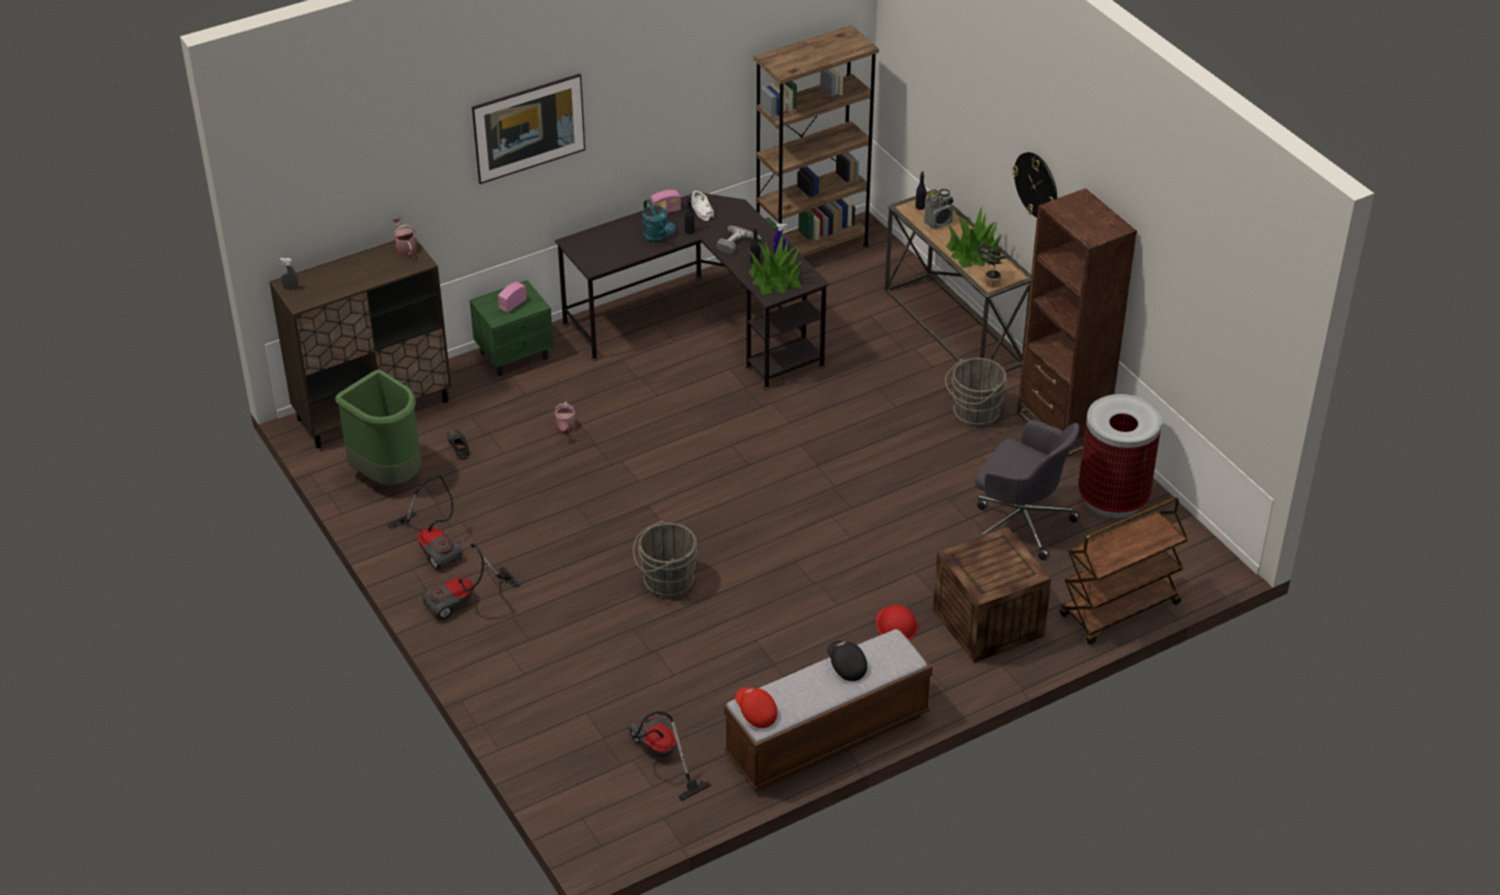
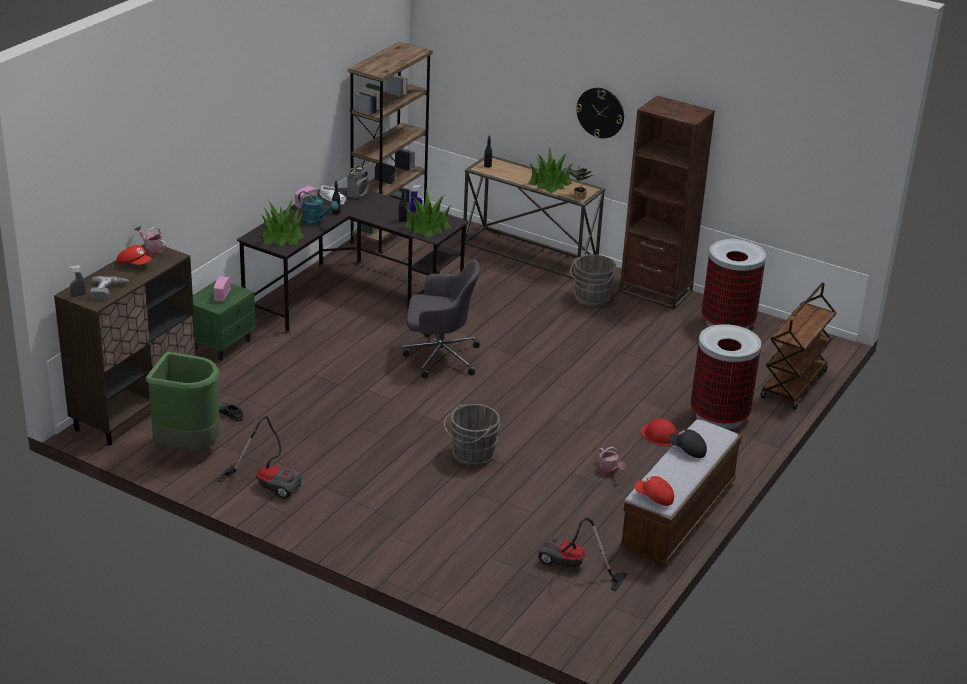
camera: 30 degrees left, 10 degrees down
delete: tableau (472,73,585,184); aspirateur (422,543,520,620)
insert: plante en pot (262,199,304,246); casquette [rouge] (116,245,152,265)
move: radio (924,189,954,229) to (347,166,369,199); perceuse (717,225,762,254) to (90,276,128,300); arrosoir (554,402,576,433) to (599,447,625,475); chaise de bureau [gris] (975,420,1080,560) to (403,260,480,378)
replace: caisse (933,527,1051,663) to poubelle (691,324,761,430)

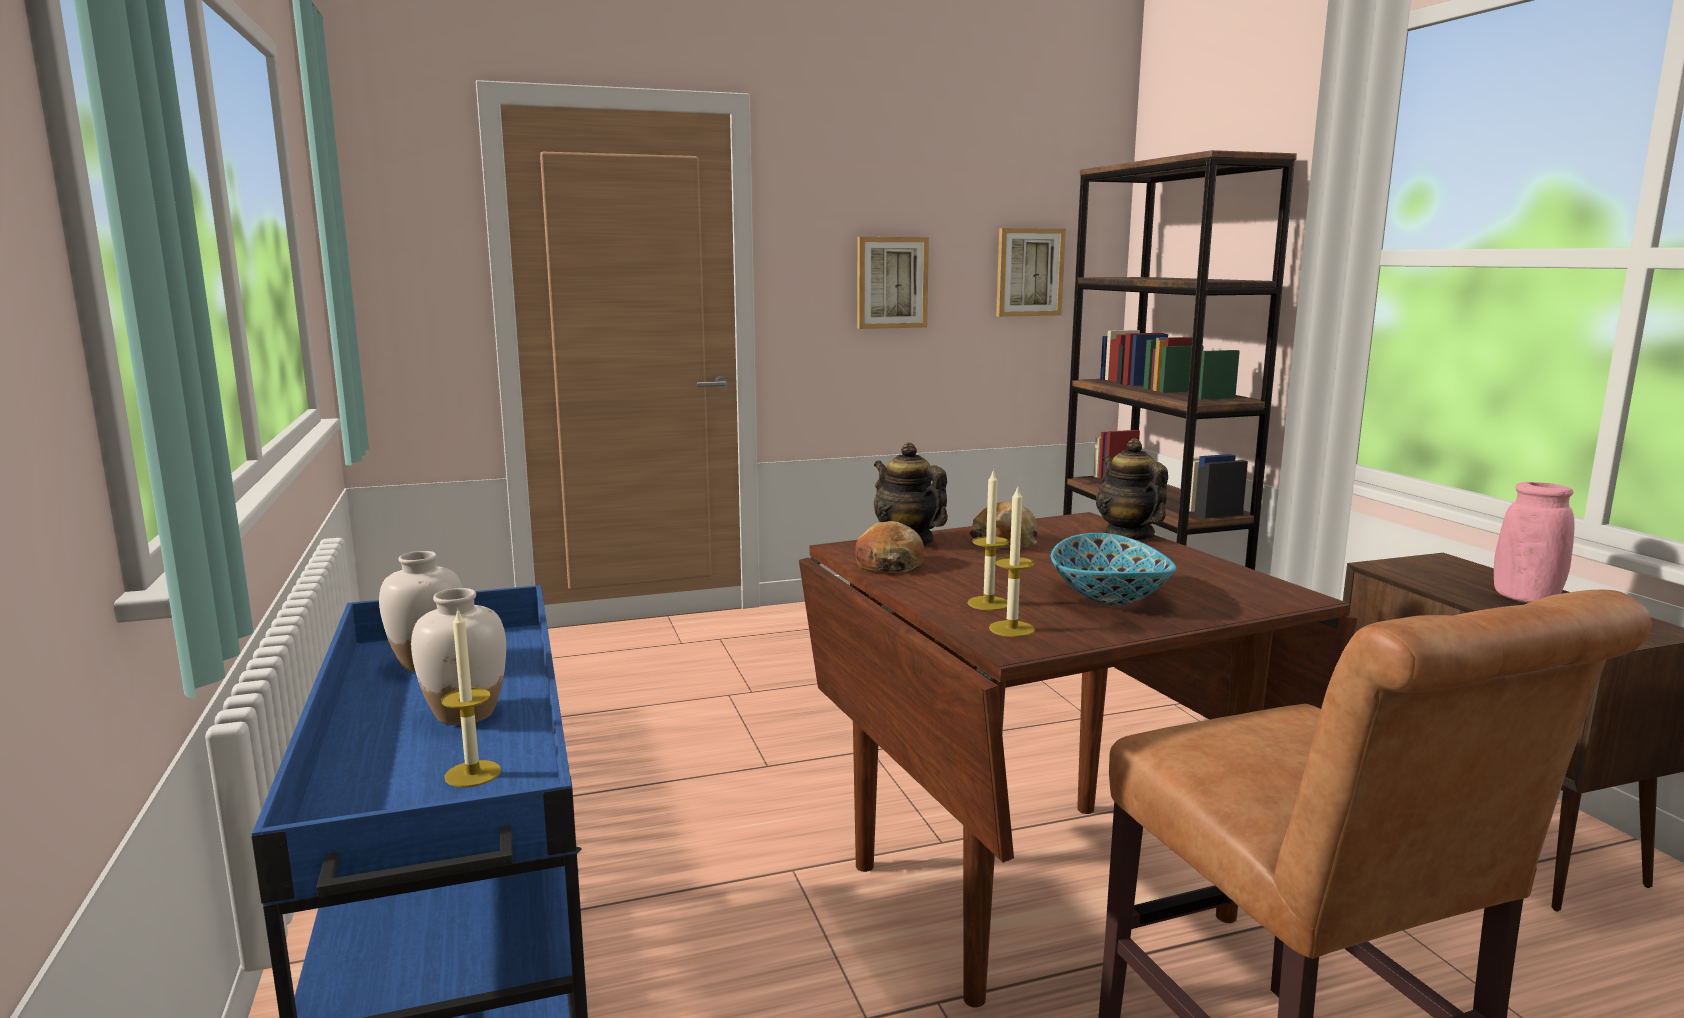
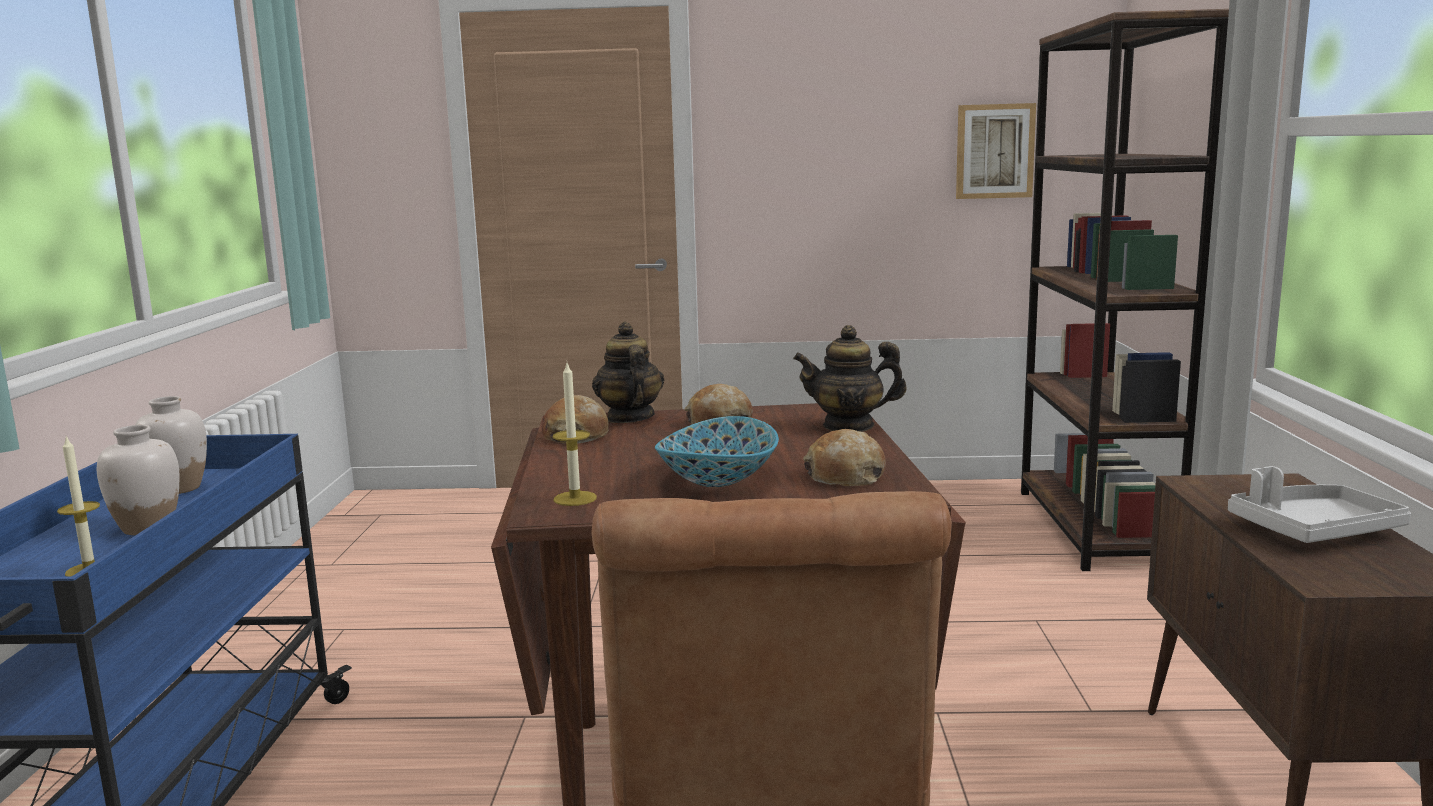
camera: 20 degrees right, 0 degrees up
delete: tableau (857,237,929,329); bougie (967,469,1009,611)
insert: pain (803,429,886,486)
replace: vase [rose] (1494,482,1575,603) to plateau [gris] (1228,466,1411,543)
rotate: théière (1096,438,1168,541) = (793,325,907,432) 90 degrees counterclockwise

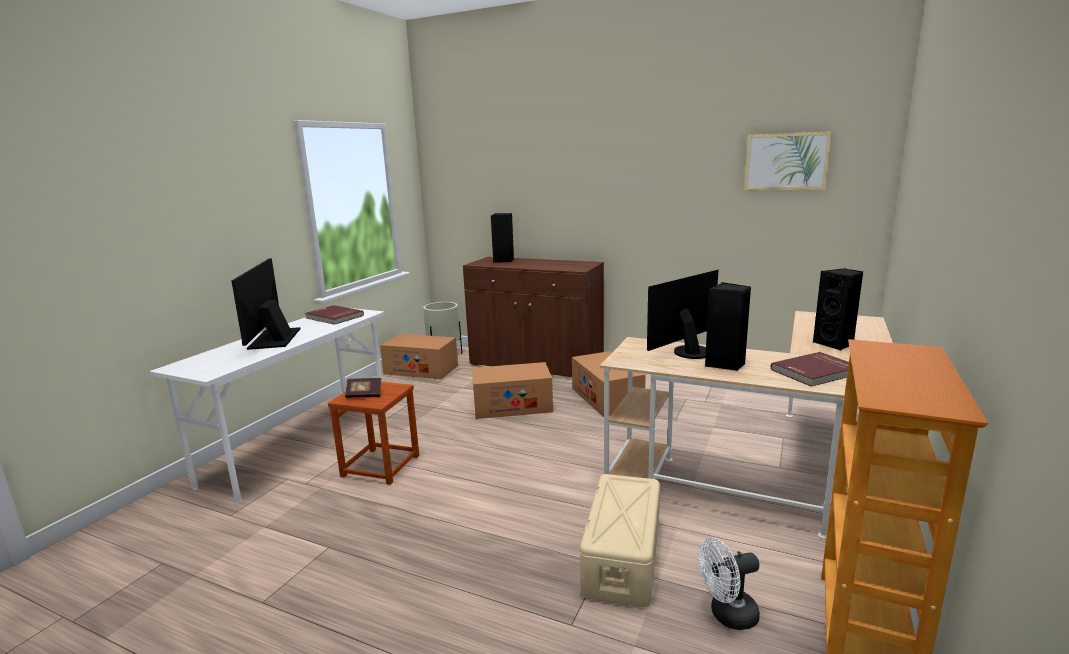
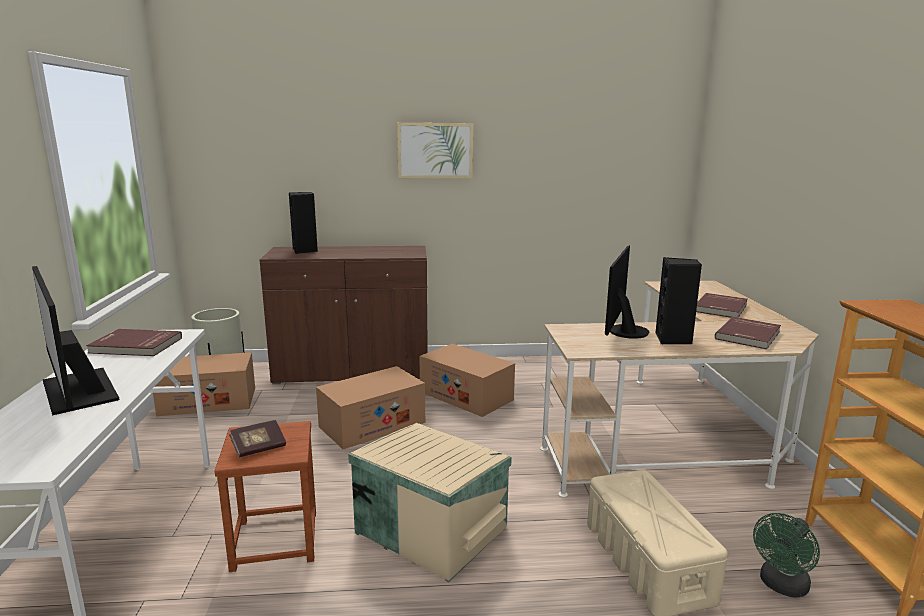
camera: 30 degrees left, 0 degrees up
insert: boîte de rangement [beige] (348,423,512,583)
move: tableau (744,131,832,190) to (397,123,473,178)
replace: enceinte [noir] (813,268,863,350) to livre [rouge] (696,293,748,318)
recolor: ventilateur [blanc] (698,538,760,630) to ventilateur [vert] (753,513,820,598)

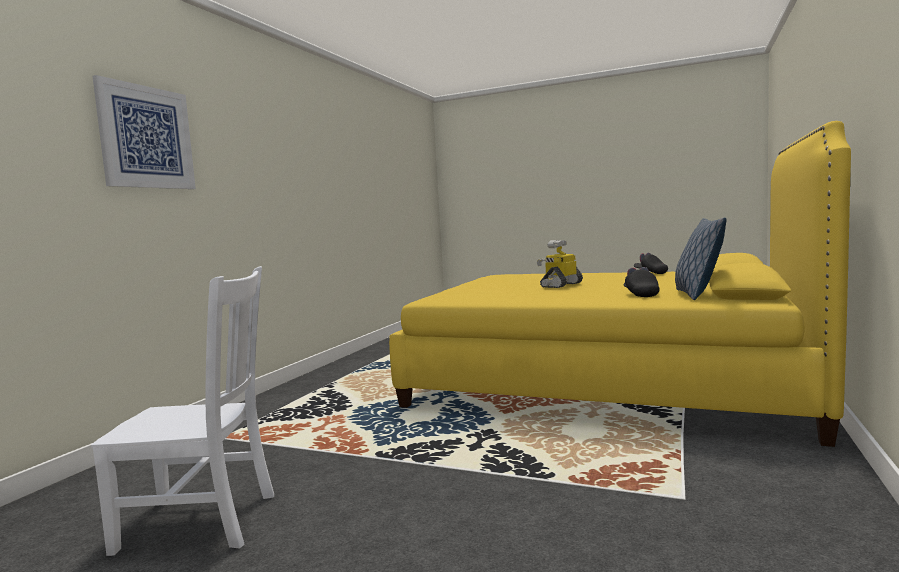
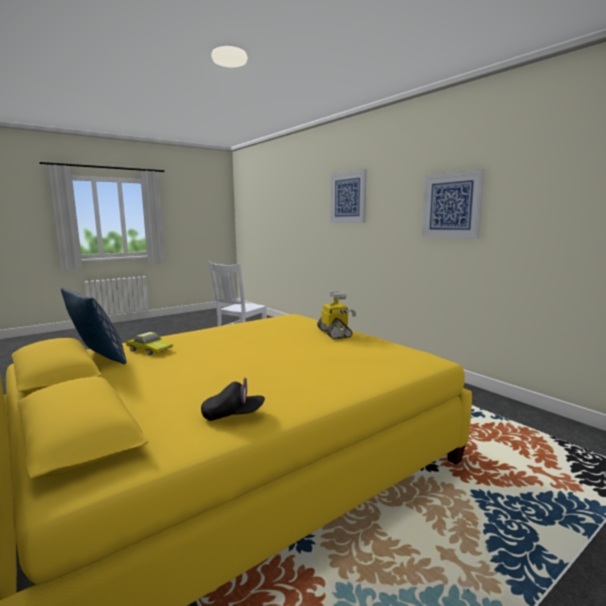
camera: 120 degrees right, 5 degrees up
insert: tableau (422,169,485,239)
move: robot jouet (537,240,583,288) to (317,291,356,339)
replace: casquette [noir] (623,267,660,297) to petite voiture (126,332,173,355)

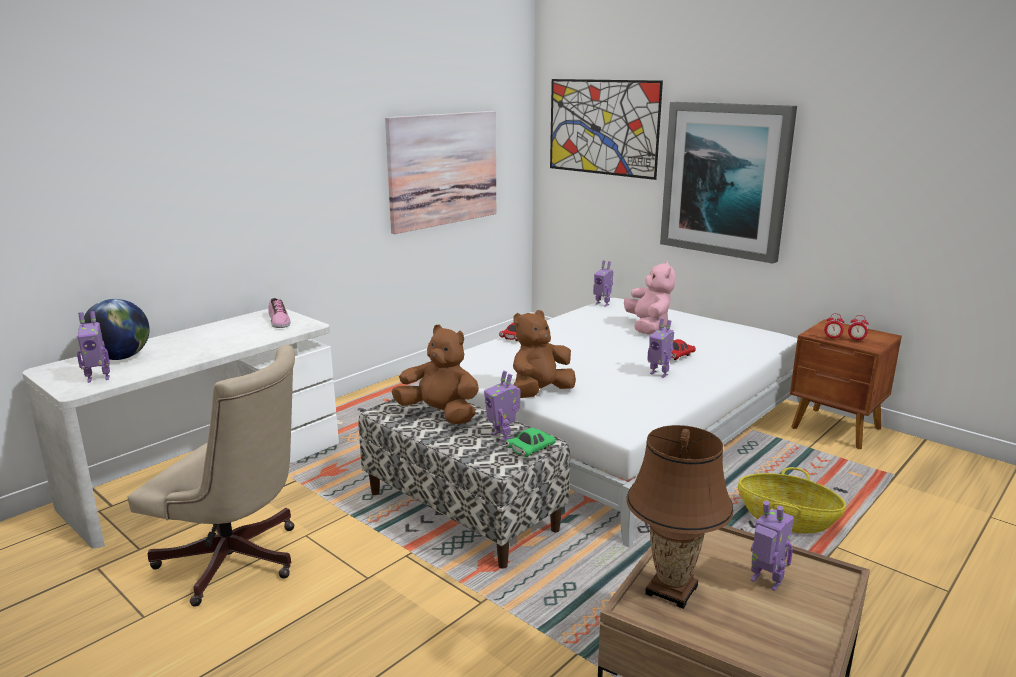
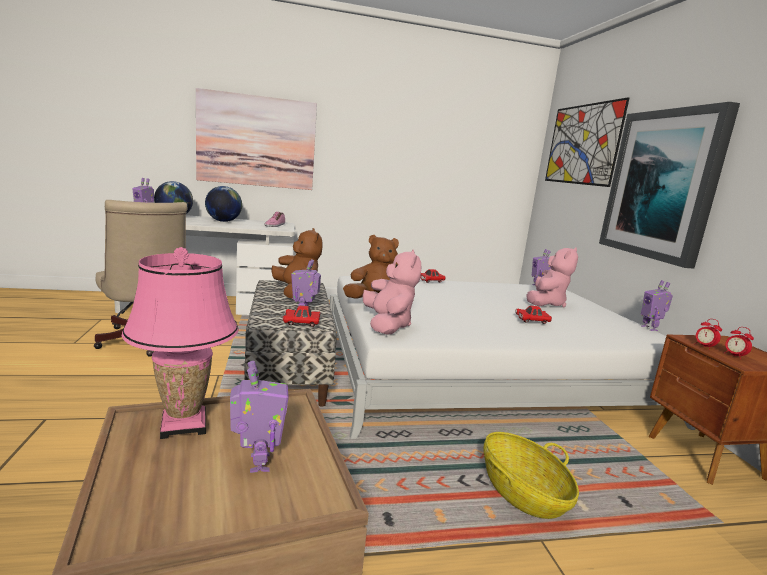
camera: 35 degrees right, 5 degrees down
insert: globe (205,186,242,222); peluche [rose] (362,249,422,335)
move: tableau (385,111,496,234) to (196,88,317,190); robot jouet (647,318,674,378) to (641,280,673,331)
recolor: lampe de table [marron] (626,425,734,609) to lampe de table [rose] (122,247,238,439); petite voiture [vert] (505,428,555,457) to petite voiture [rouge] (282,306,320,327)

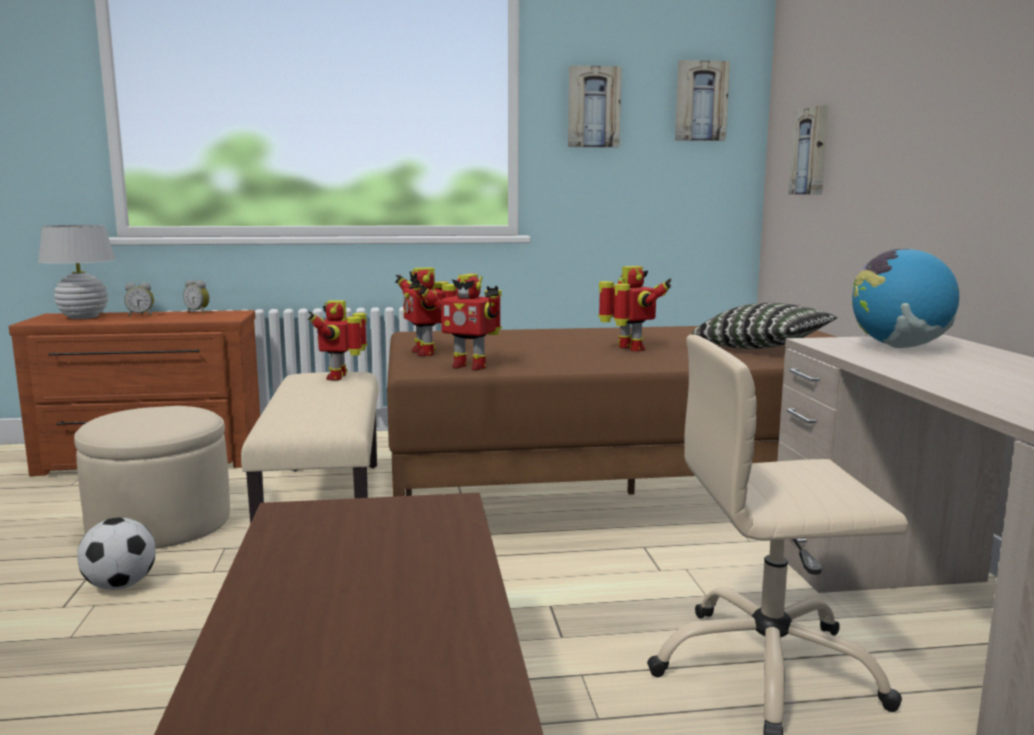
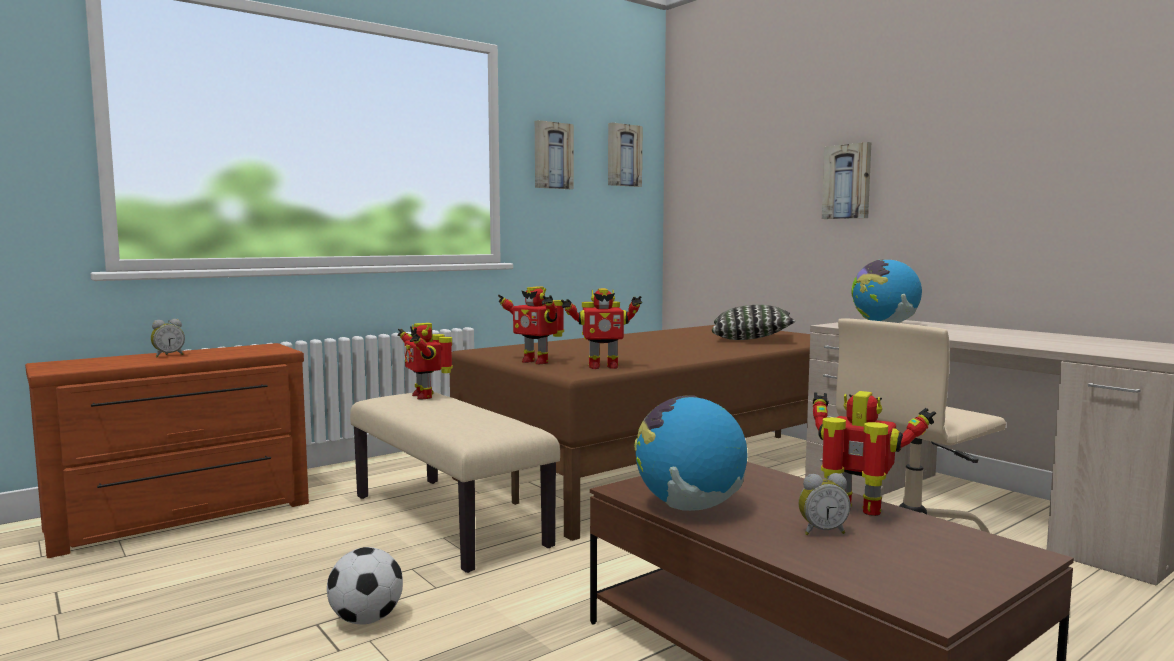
camera: 30 degrees left, 5 degrees down
delete: lampe de table [blanc] (38,225,116,319); pouf [beige] (74,406,230,549)
insert: globe (634,395,747,511)
move: tableau (788,105,829,194) to (822,142,871,219); robot jouet (598,266,671,351) to (813,391,936,516); réveil (183,280,210,313) to (798,473,851,535)

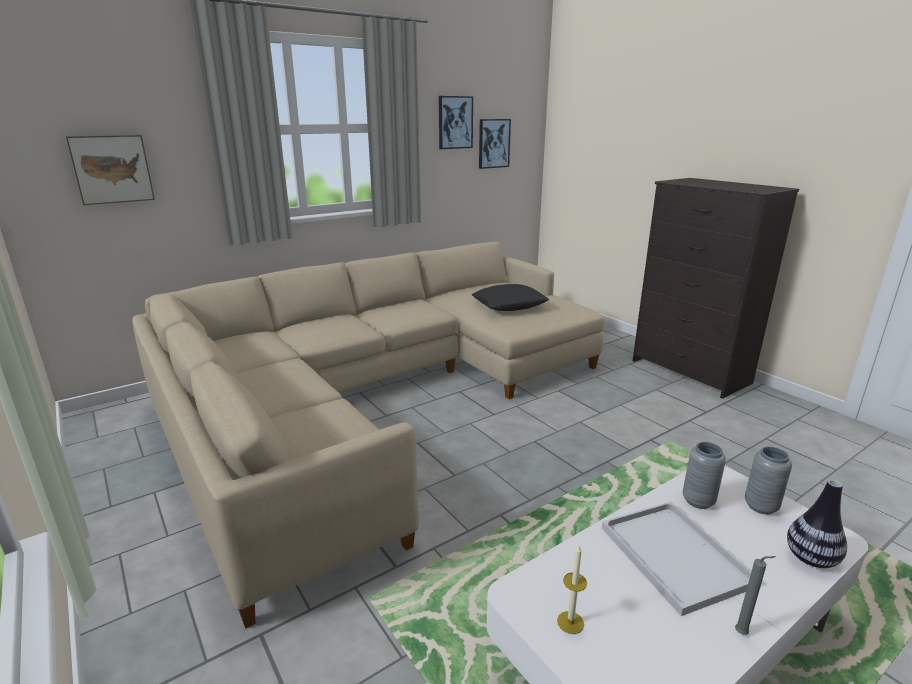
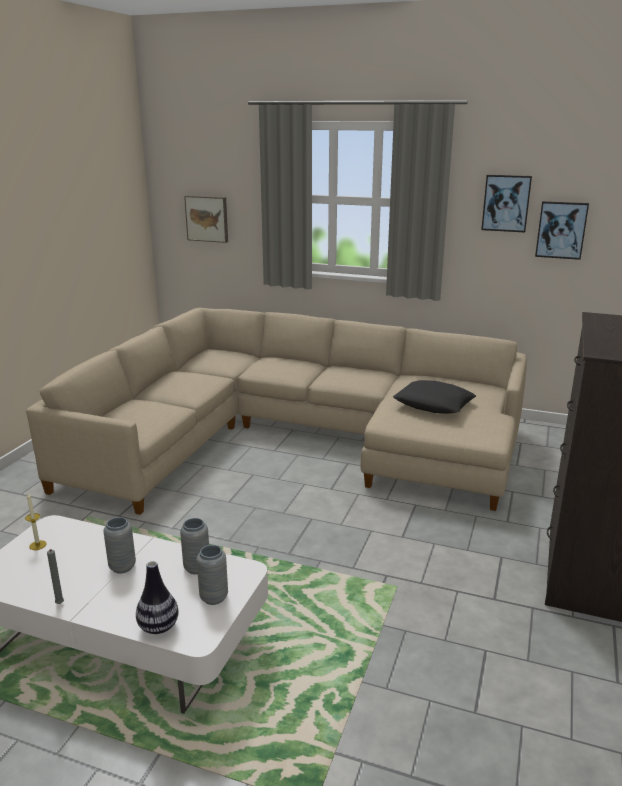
camera: 55 degrees right, 0 degrees up
replace: plateau [blanc] (602,502,751,616) to vase [gris] (103,517,136,573)

